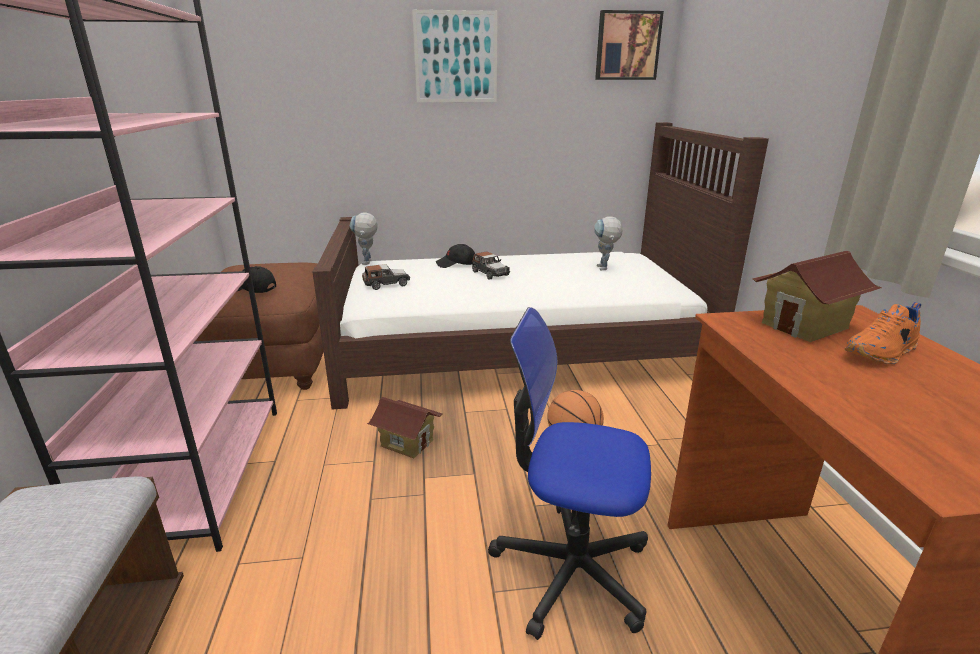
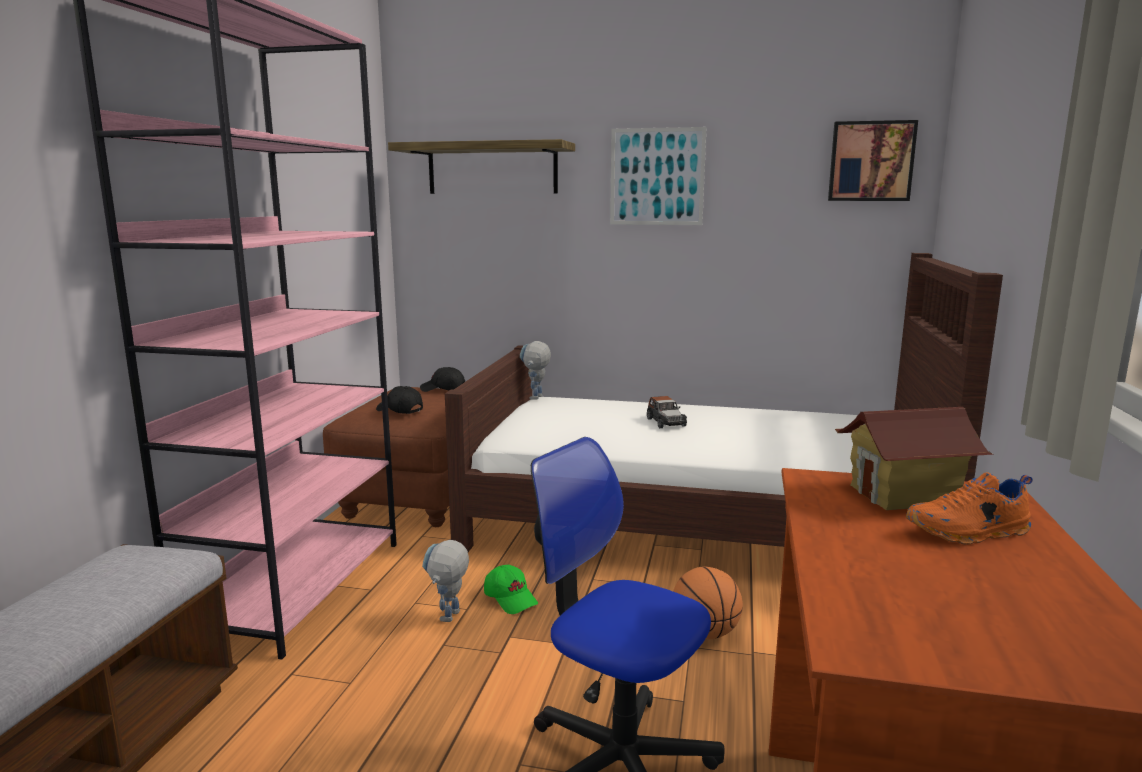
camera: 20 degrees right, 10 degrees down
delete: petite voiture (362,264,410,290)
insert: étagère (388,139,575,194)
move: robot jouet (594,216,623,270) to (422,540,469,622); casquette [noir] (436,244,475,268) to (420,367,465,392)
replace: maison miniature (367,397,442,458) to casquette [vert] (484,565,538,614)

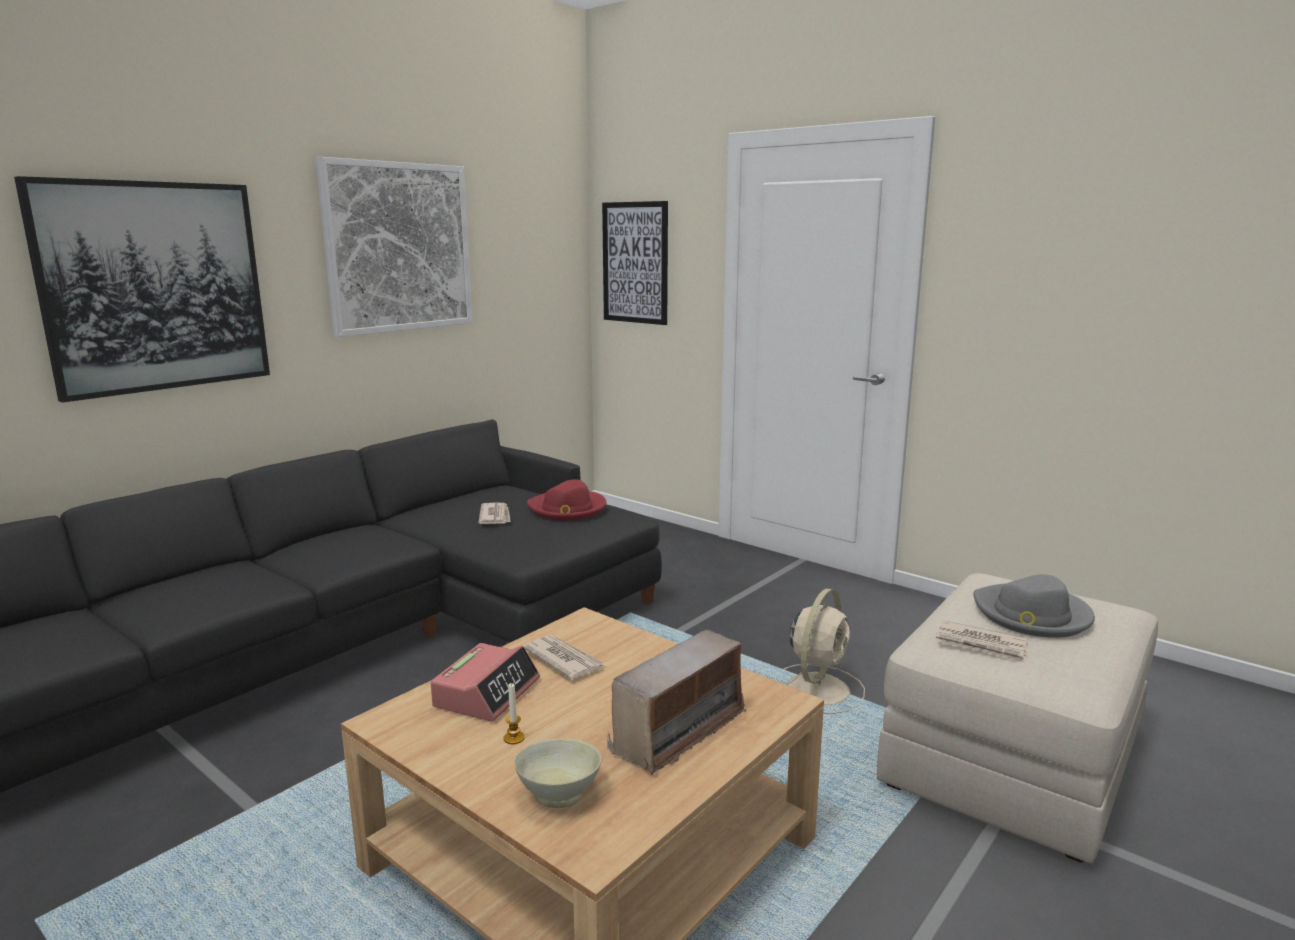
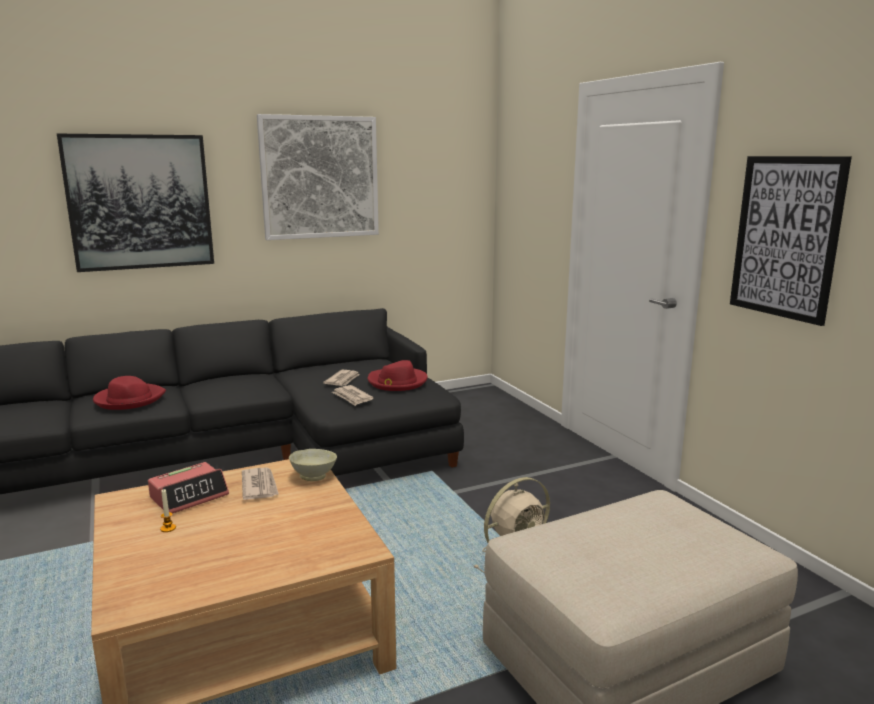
camera: 25 degrees right, 0 degrees up
delete: chapeau [gris] (973,574,1095,638); radio (607,630,746,775)
insert: chapeau [rouge] (93,376,166,410)
move: tableau (602,201,668,325) to (730,156,852,326); journal (936,620,1028,663) to (332,385,374,406); bol [beige] (515,738,602,808) to (289,449,337,481)

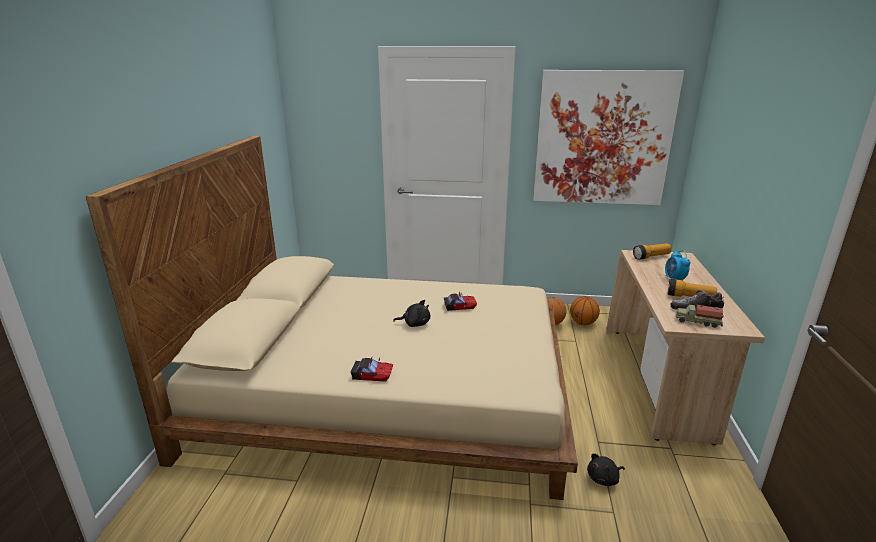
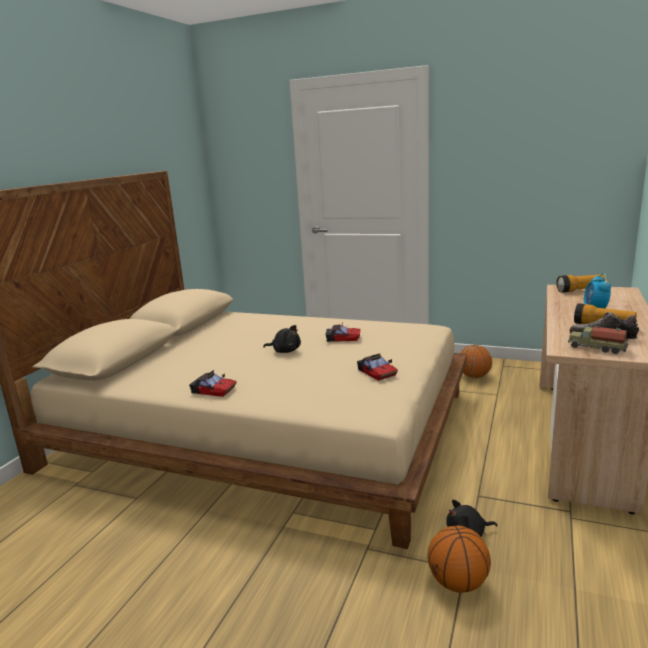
camera: 15 degrees right, 5 degrees down
delete: tableau (533,70,684,205)
insert: petite voiture (357,354,398,381)
move: ballon de basket (570,296,600,325) to (428,525,491,593)

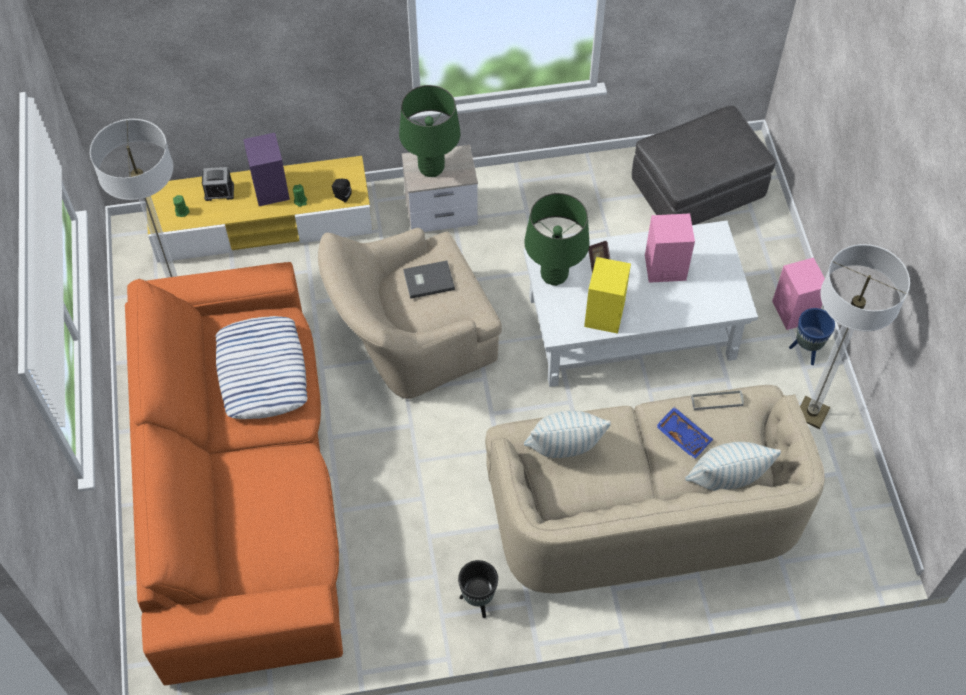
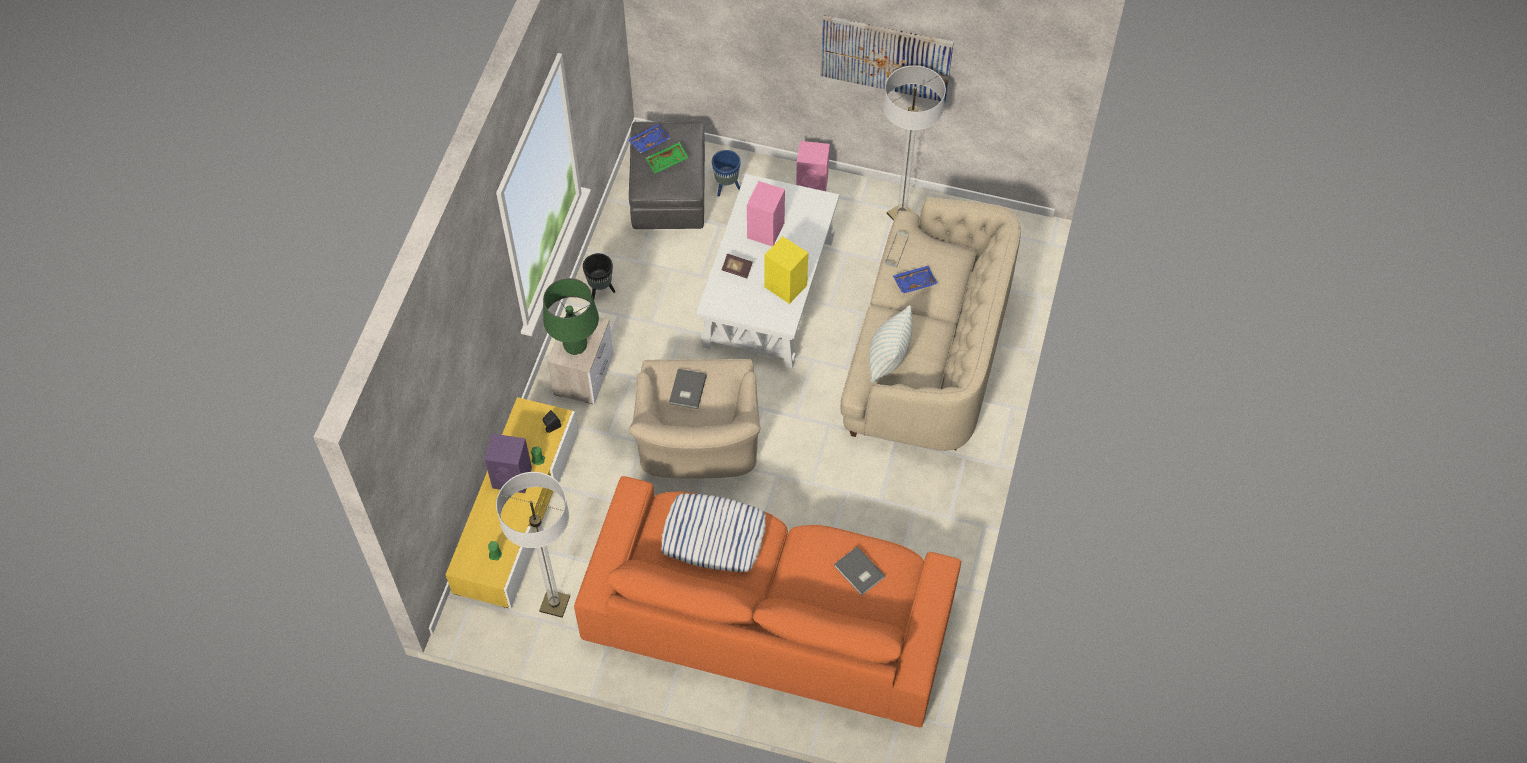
camera: 65 degrees left, 0 degrees up
delete: réveil (202,167,234,201); lampe de table [vert] (524,193,589,286); coussin (685,442,781,491)
insert: tableau (820,15,954,102); plateau [bleu] (628,124,671,153); plateau [vert] (646,142,689,174); livre [gris] (834,546,885,596)
move: cache-pot [bleu] (789,308,835,365) to (712,150,741,197); cache-pot [noir] (458,560,498,618) to (583,253,615,299)

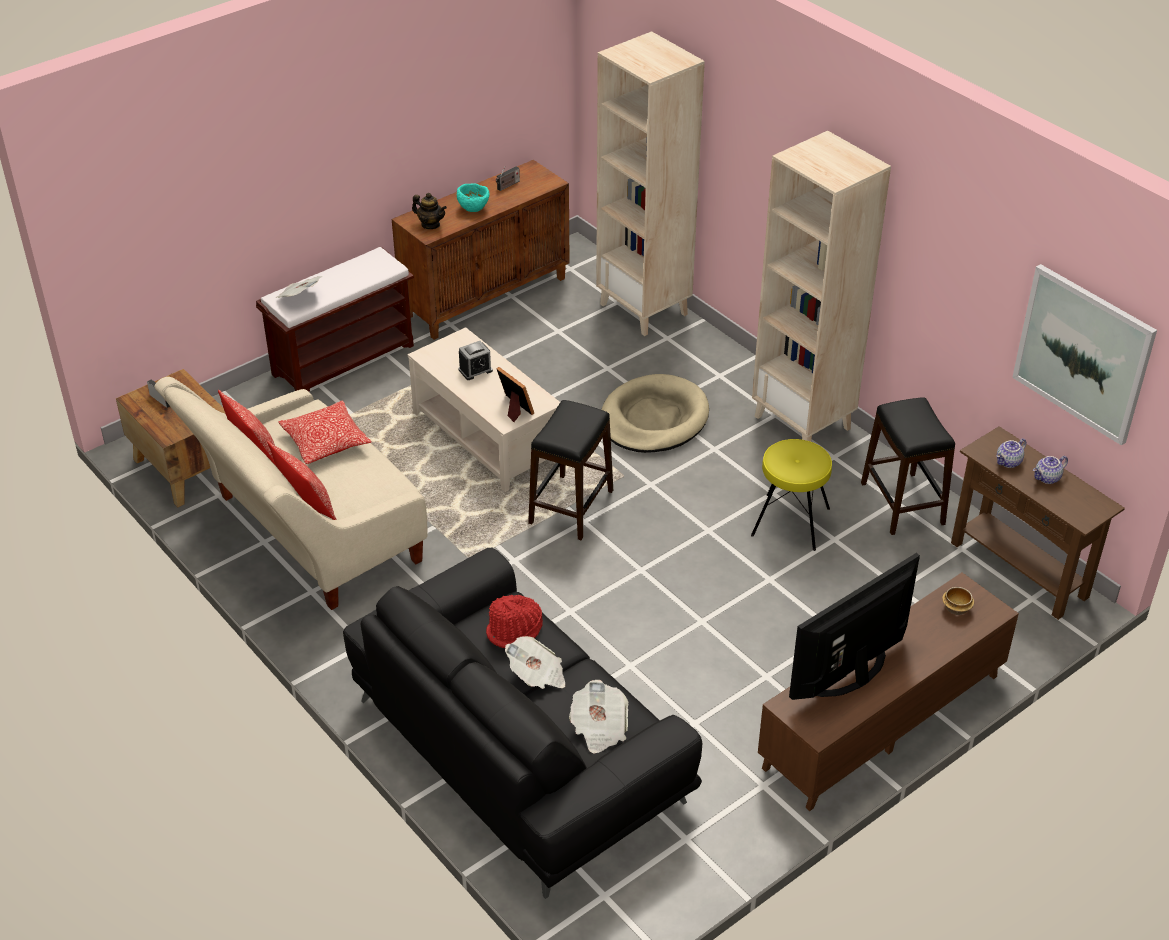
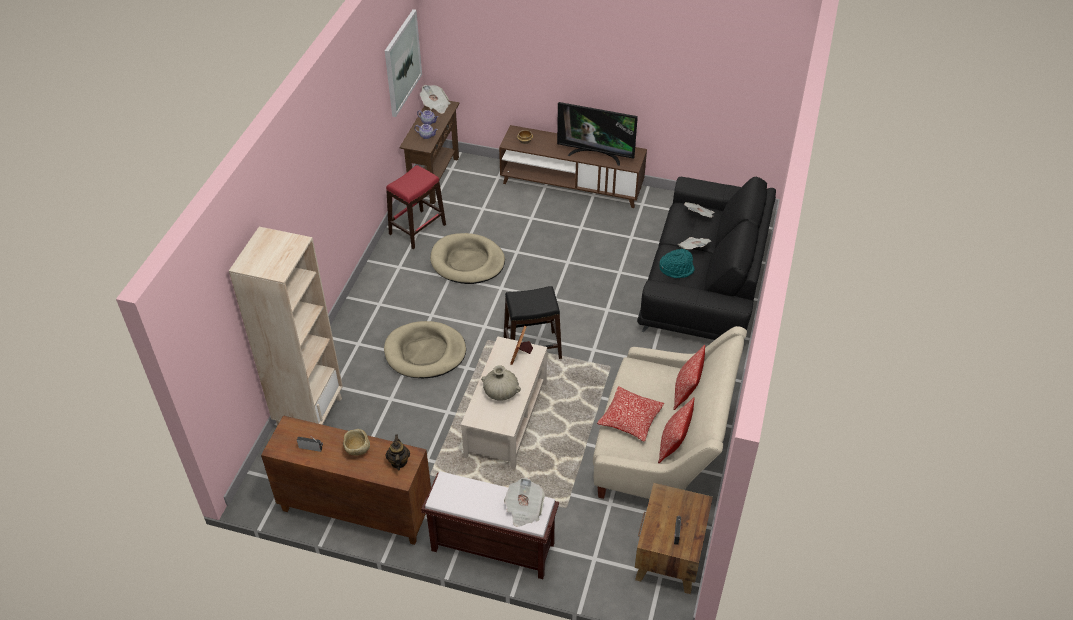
camera: 125 degrees left, 5 degrees up
delete: bibliothèque [beige] (752,131,891,441)
insert: journal (420,85,450,114)
replace: réveil (458,341,493,380) to vase [beige] (481,366,521,401); tabouret [jaune] (751,439,832,551) to panier pour chien [beige] (430,233,505,284)
recolor: bol [turquoise] (457,183,490,212) to bol [beige] (343,429,370,456); tabouret [noir] (861,397,955,535) to tabouret [rouge] (386,165,446,249); chapeau [rouge] (486,595,543,648) to chapeau [turquoise] (659,249,694,278)

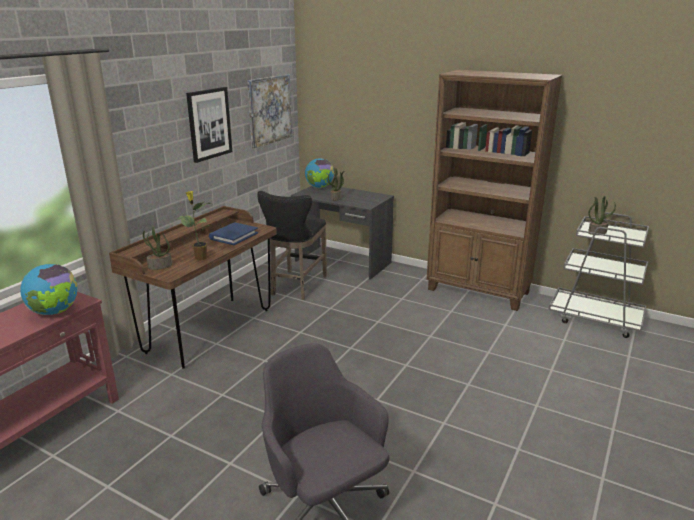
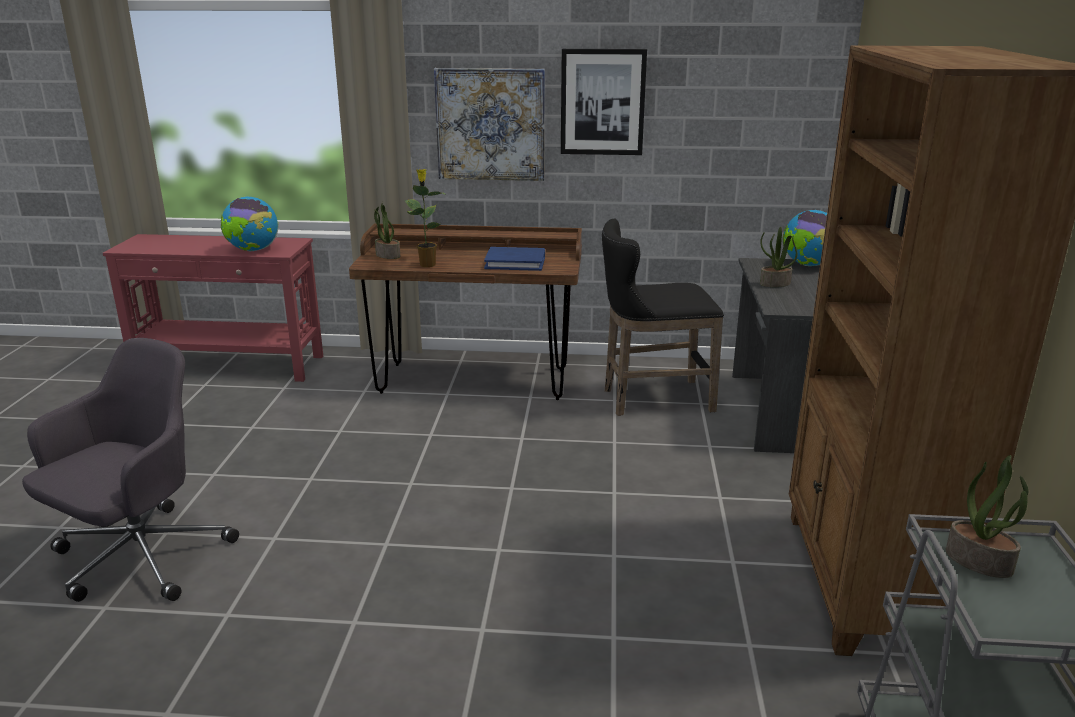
camera: 65 degrees right, 0 degrees up
move: tableau (247,74,292,148) to (434,68,545,181)

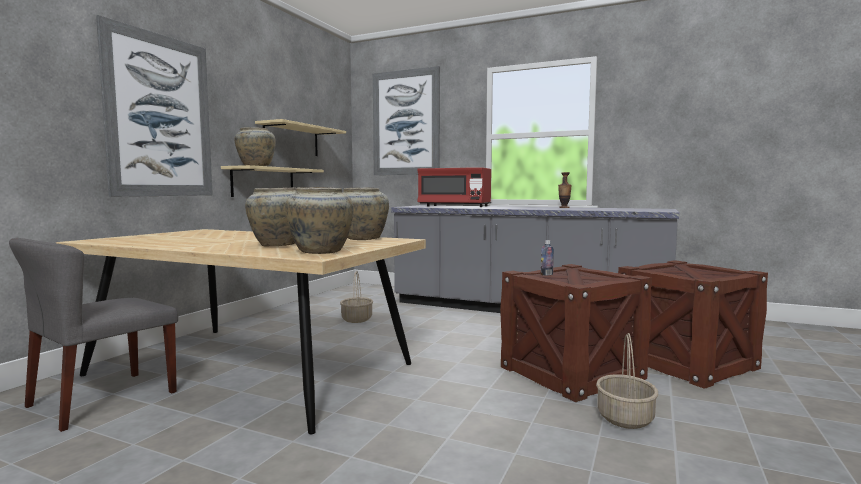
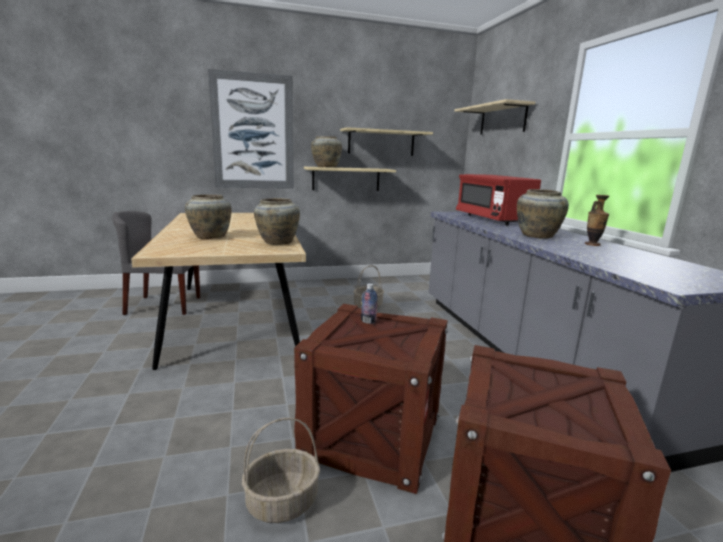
camera: 50 degrees right, 10 degrees up
move: vase [beige] (285,187,354,254) to (517,189,569,239)
replace: tableau (373,66,440,175) to étagère [beige] (454,99,535,135)

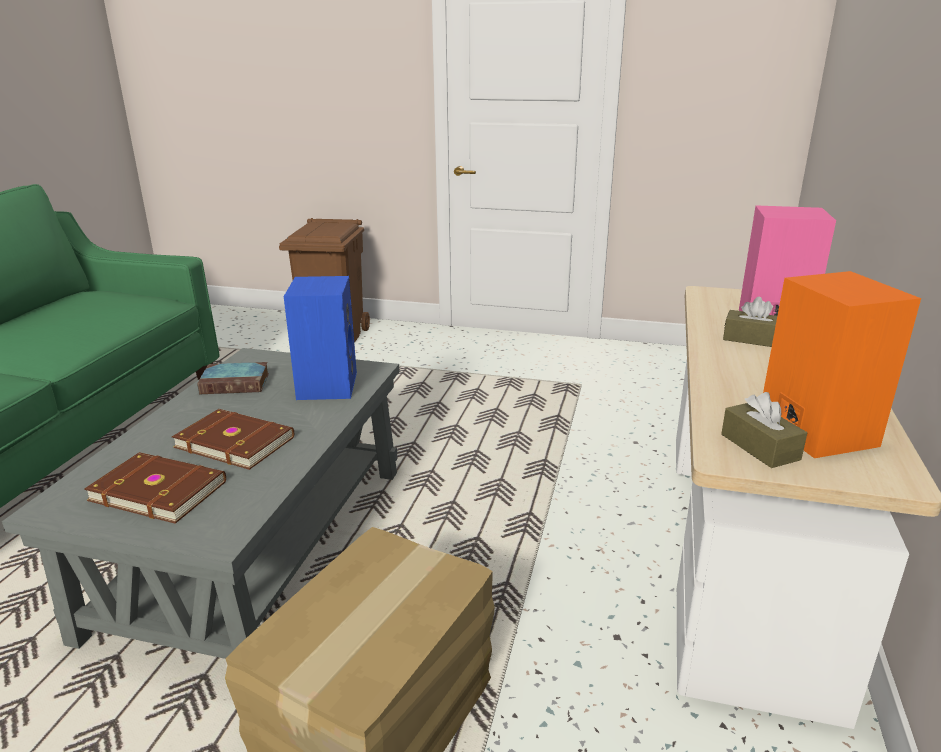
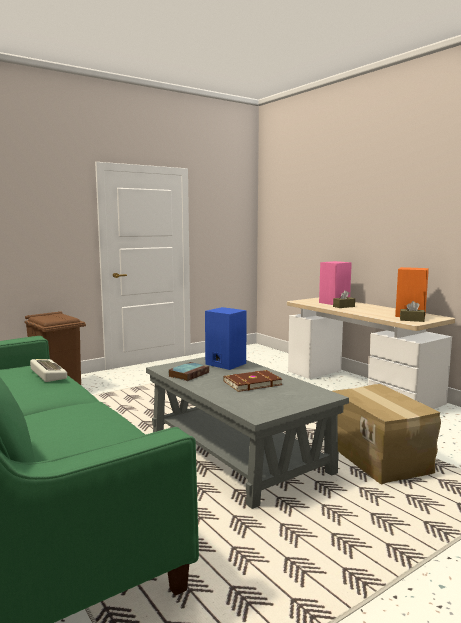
camera: 50 degrees left, 15 degrees down
delete: livre [marron] (84,452,226,524)
insert: clavier (30,359,67,382)

